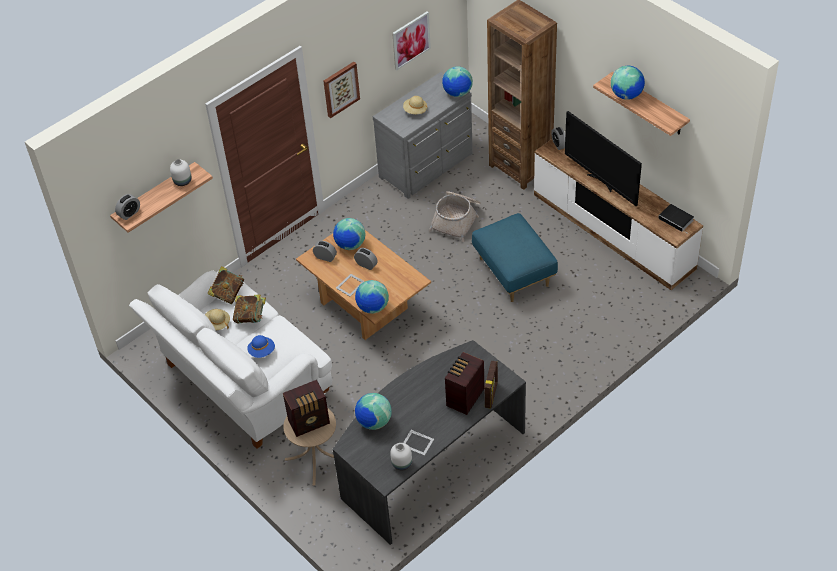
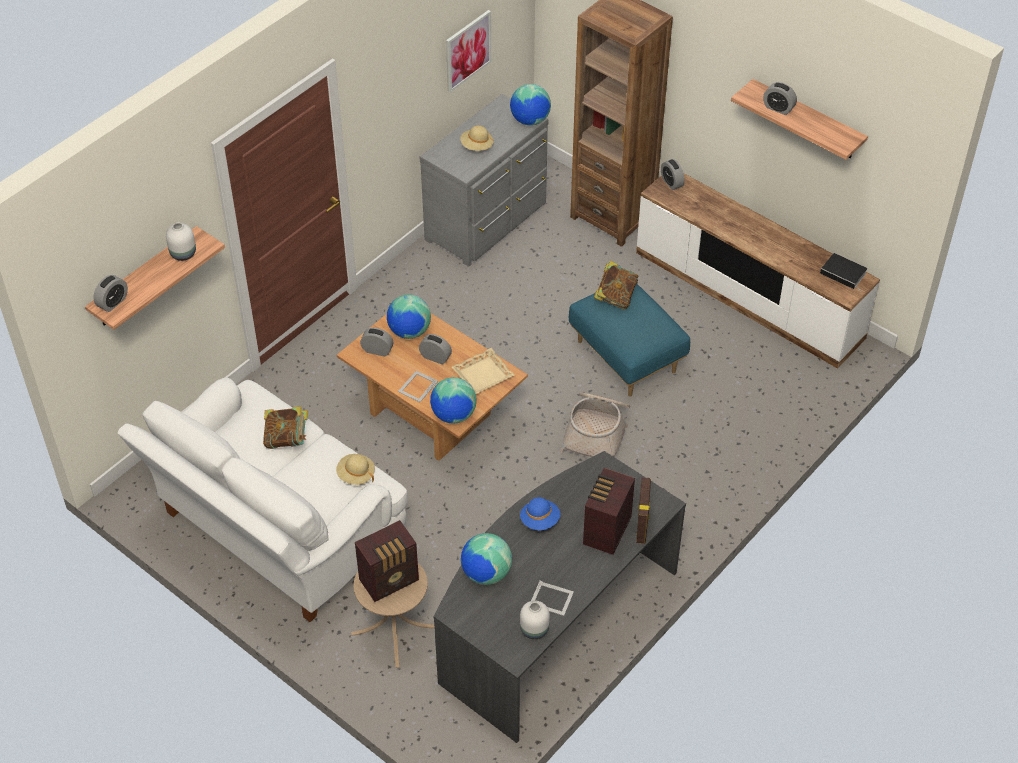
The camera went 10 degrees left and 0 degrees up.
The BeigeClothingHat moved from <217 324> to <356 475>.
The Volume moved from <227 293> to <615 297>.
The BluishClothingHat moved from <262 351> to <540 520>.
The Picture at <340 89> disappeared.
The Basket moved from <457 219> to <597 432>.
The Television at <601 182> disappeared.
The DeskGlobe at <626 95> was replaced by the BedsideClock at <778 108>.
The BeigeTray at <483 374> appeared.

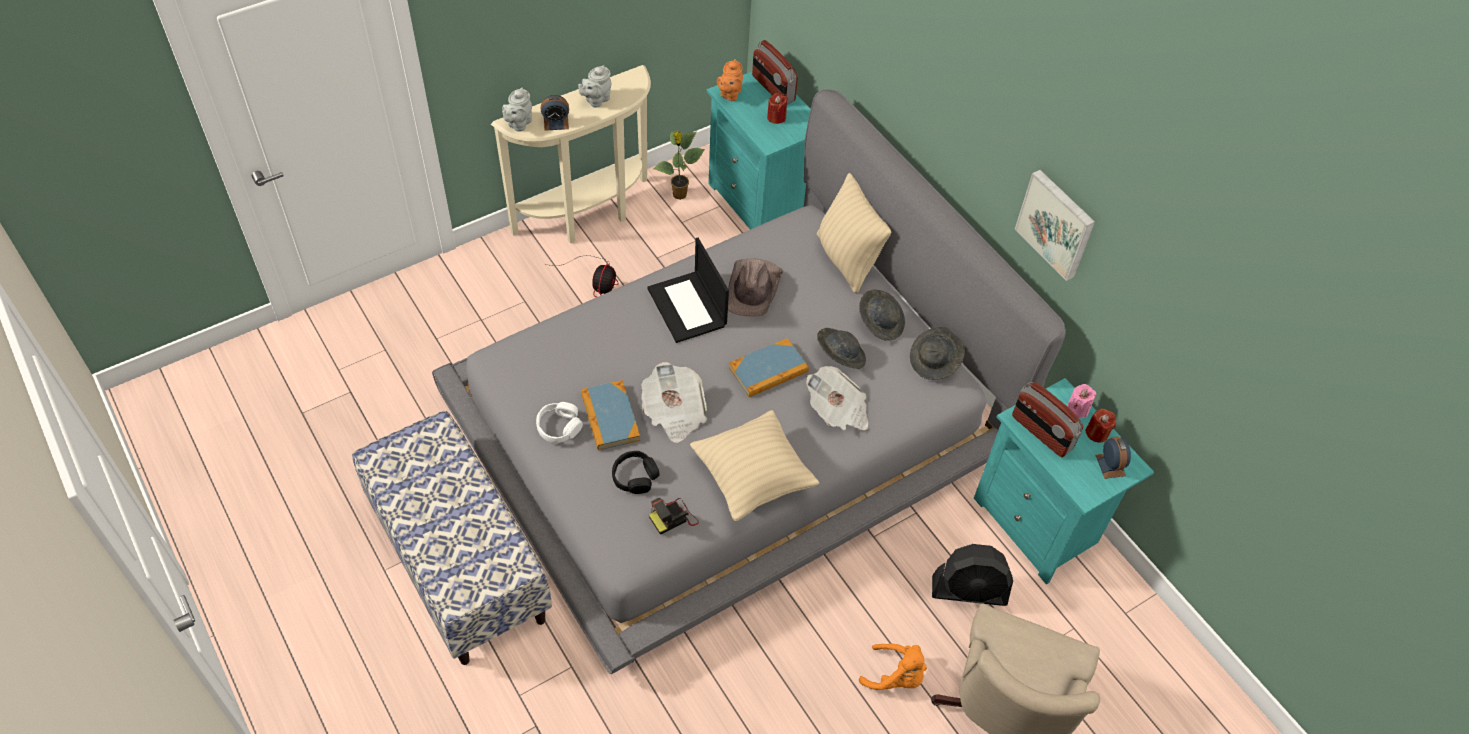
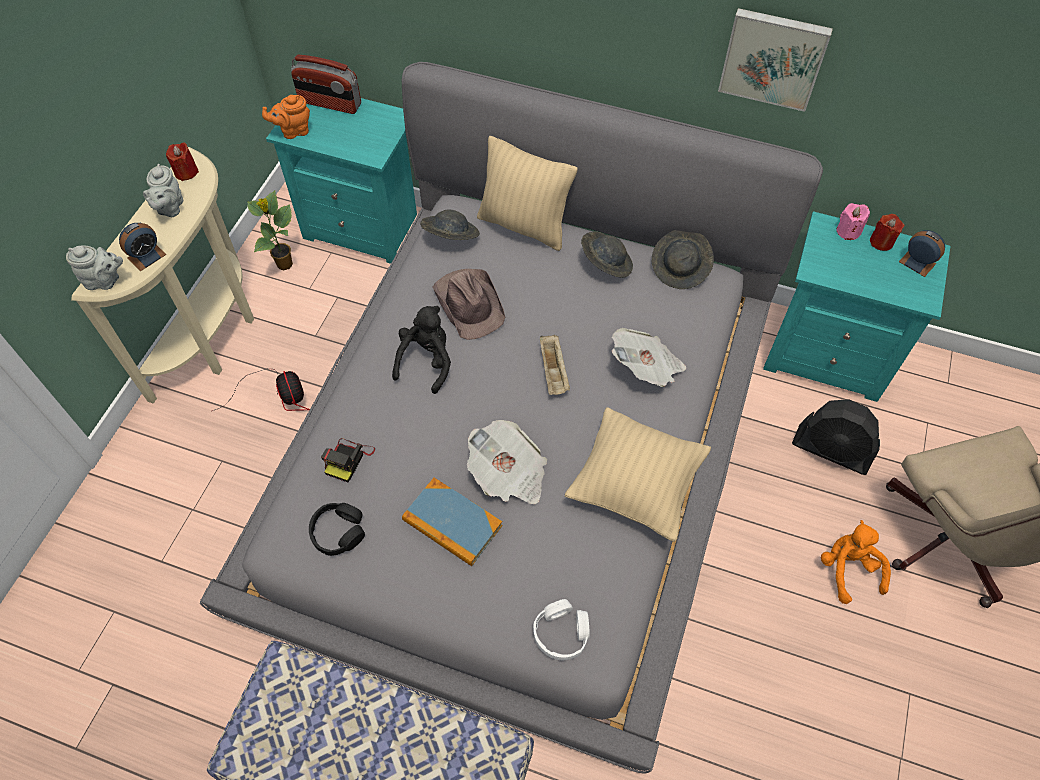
The camera went 35 degrees left and 5 degrees up.
The GreyishPotForTea at <518 124> turned 75 degrees counterclockwise.
The WhitishPairOfHeadphones moved from <559 427> to <561 633>.
The BlackColouredPairOfHeadphones moved from <635 476> to <338 532>.
The PortableComputer at <688 307> was replaced by the BlackColouredCuddlyToy at <426 361>.
The PhotoCamera moved from <673 518> to <348 459>.
The OrangeColouredPotForTea at <729 94> turned 90 degrees clockwise.
The Volume at <768 370> was replaced by the BeigeTray at <554 372>.
The RedWaxLight moved from <776 117> to <186 172>.
The GreyishClothingHat moved from <839 356> to <450 237>.
The OrangeColouredCuddlyToy at <895 676> turned 90 degrees counterclockwise.
The BlackColouredElectricFan at <969 591> turned 60 degrees clockwise.
The RadioSet at <1041 433> disappeared.

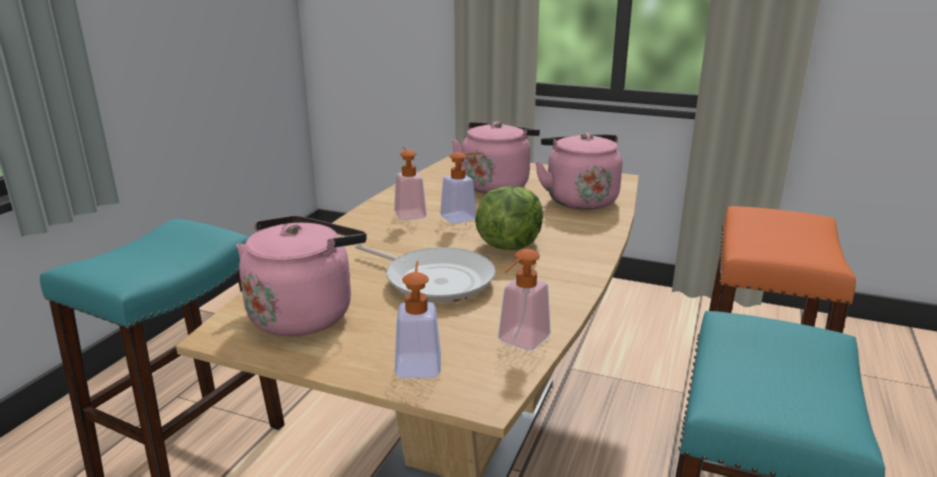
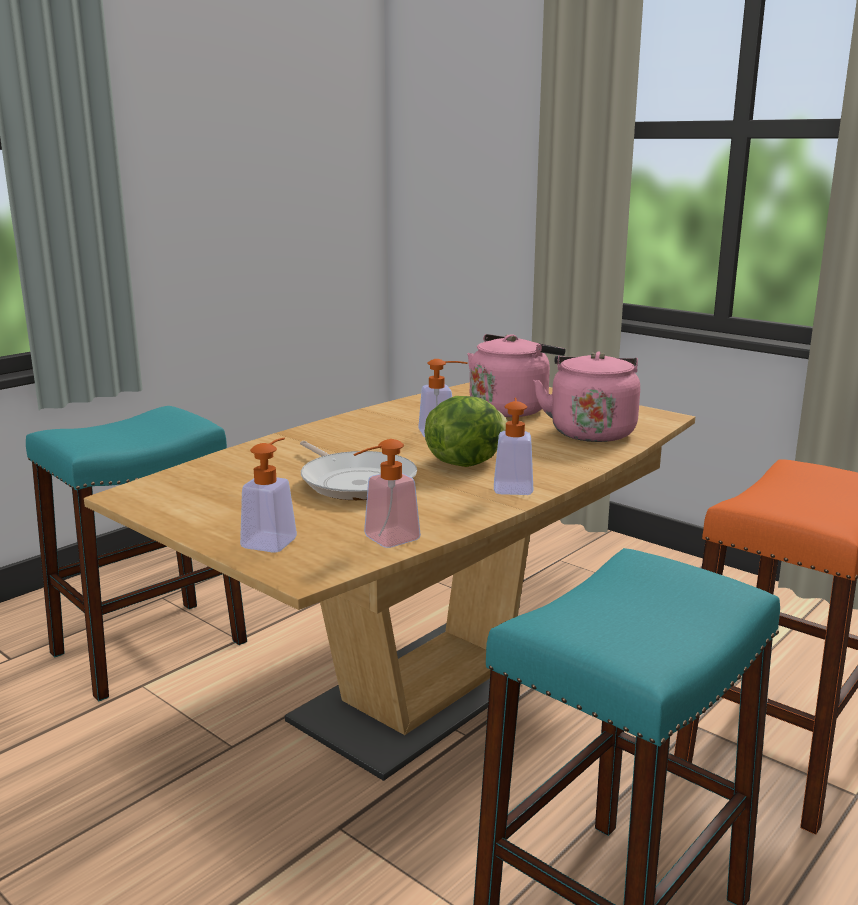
The camera went 20 degrees right and 5 degrees down.
The PinkTeaKettle at <304 313> disappeared.
The SoapBottle moved from <409 213> to <513 486>.

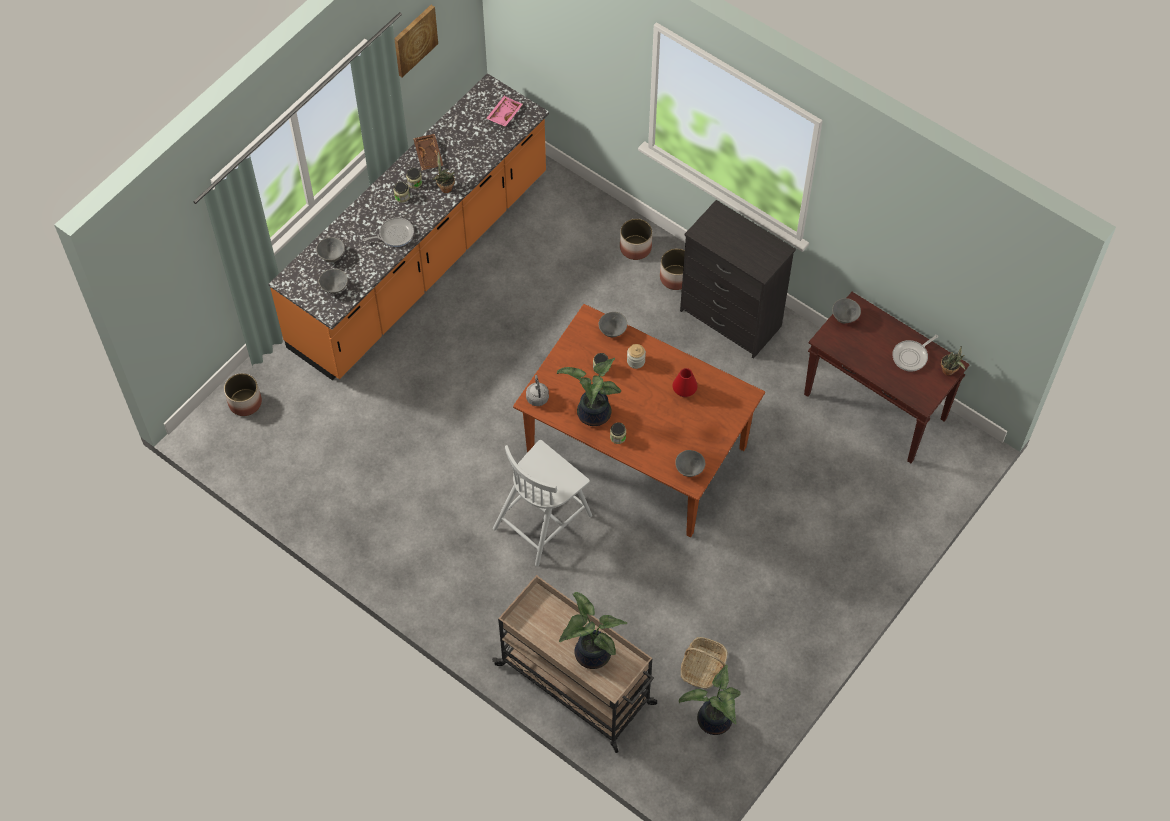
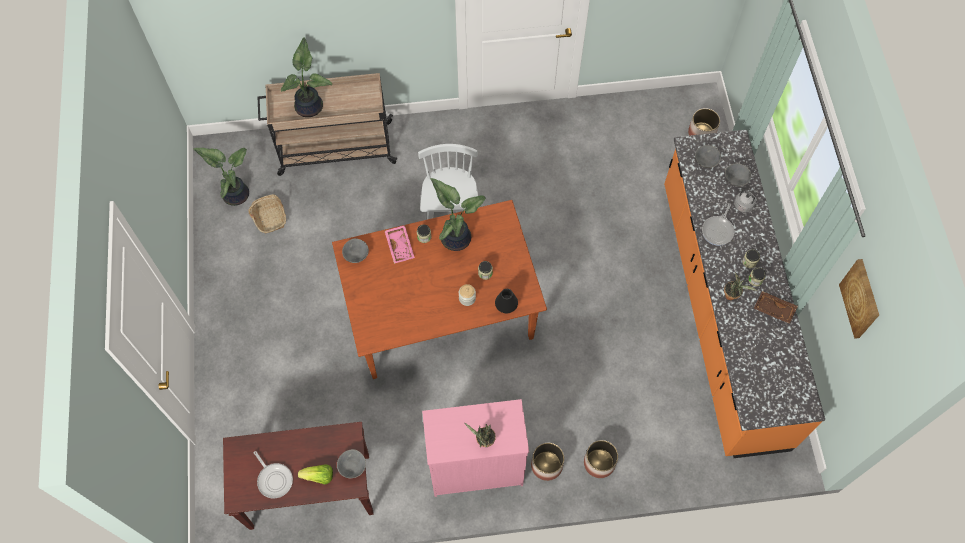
The camera went 135 degrees right and 5 degrees up.
The PinkTray moved from <504 114> to <400 246>.
The GreyishTeaKettle moved from <537 397> to <744 206>.
The GreyishBowl at <612 330> was replaced by the BlackColouredVase at <506 306>.
The RedVase at <684 390> disappeared.
The BlackColouredDresser at <731 319> became the PinkDresser at <475 467>.
The Skillet at <911 356> turned 135 degrees clockwise.
The PottedPlant moved from <950 371> to <483 441>.
The HeadOfLettuce at <319 476> appeared.

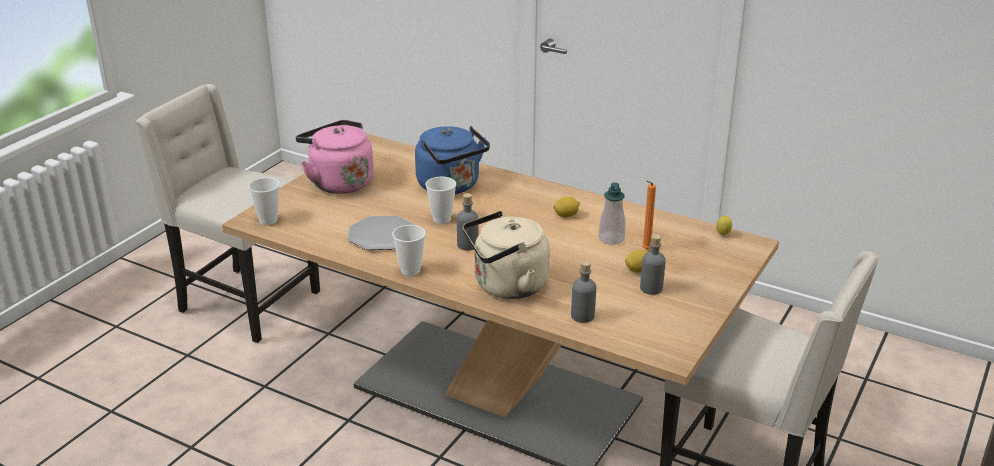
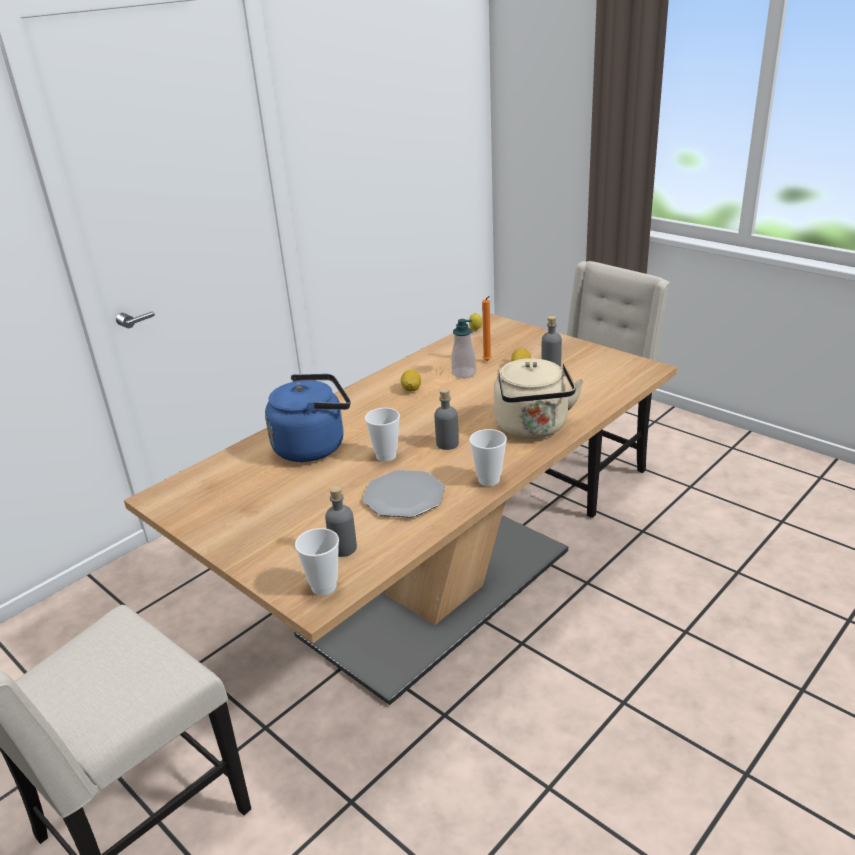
The camera went 75 degrees left and 0 degrees up.
The PinkTeaKettle at <339 182> disappeared.
The GreyishBeverageBottle moved from <582 316> to <343 548>.

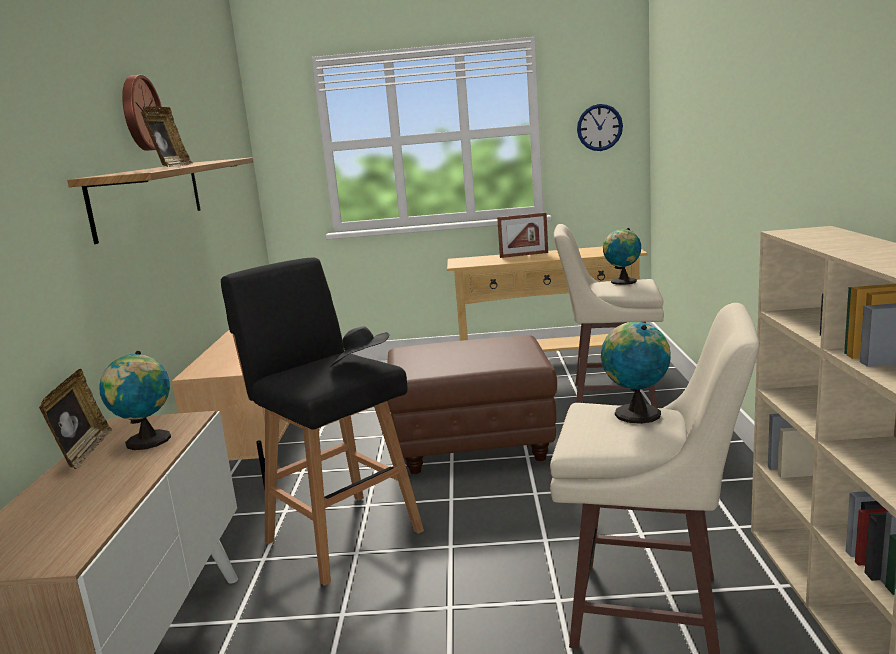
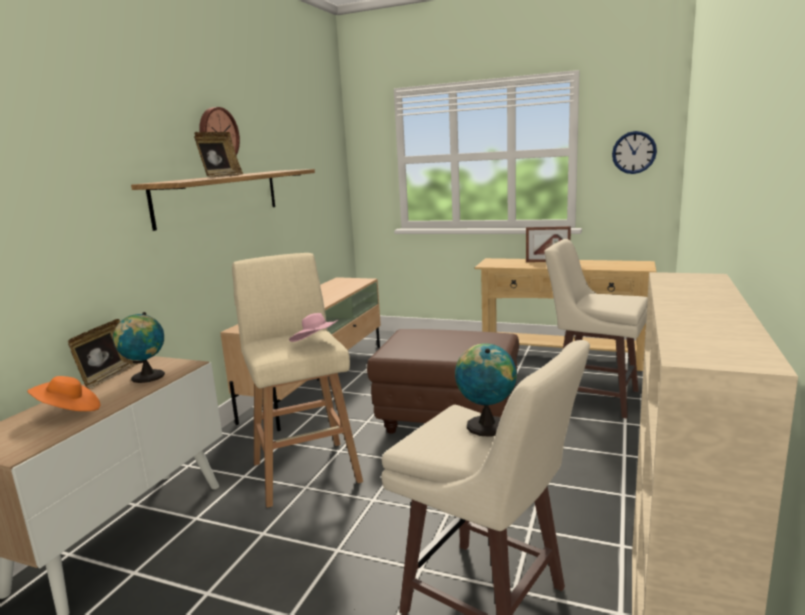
The camera went 20 degrees right and 0 degrees up.
The BlackColouredStoolSeat at <340 534> became the BeigeStoolSeat at <305 470>.
The BlackColouredClothingHat at <361 365> became the PinkClothingHat at <316 343>.
The DeskGlobe at <622 282> disappeared.
The OrangeColouredClothingHat at <69 411> appeared.

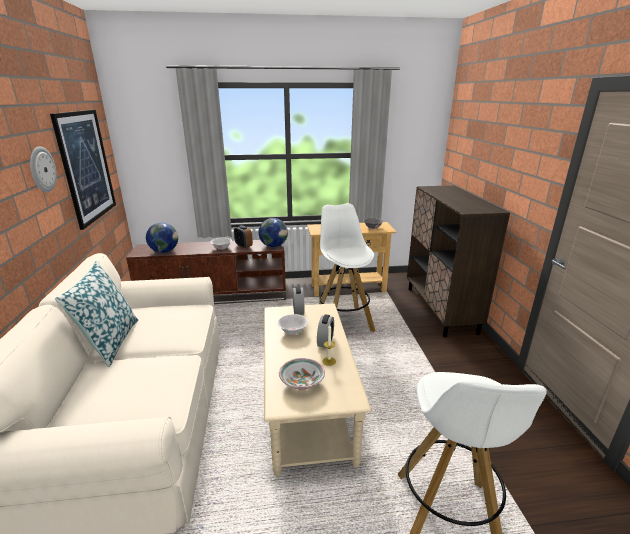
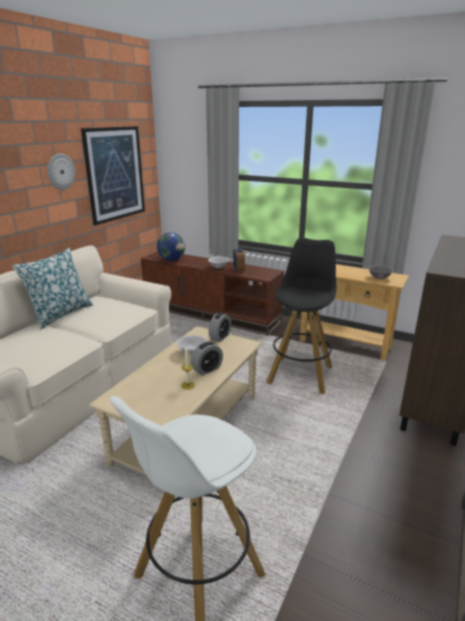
The camera went 35 degrees right and 0 degrees up.
The DeskGlobe at <273 246> disappeared.
The Bowl at <301 382> disappeared.
The WhitishStoolSeat at <343 322> became the BlackColouredStoolSeat at <300 374>.

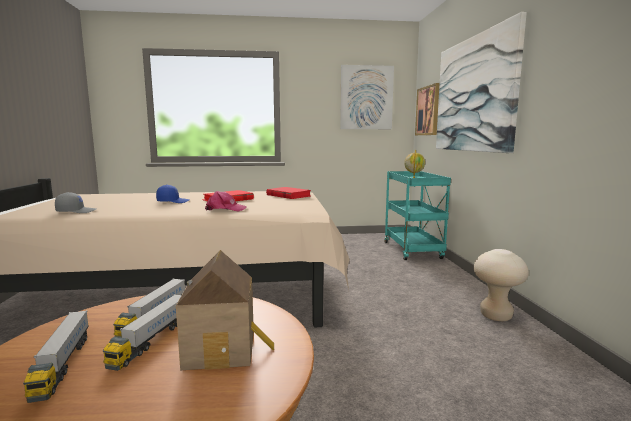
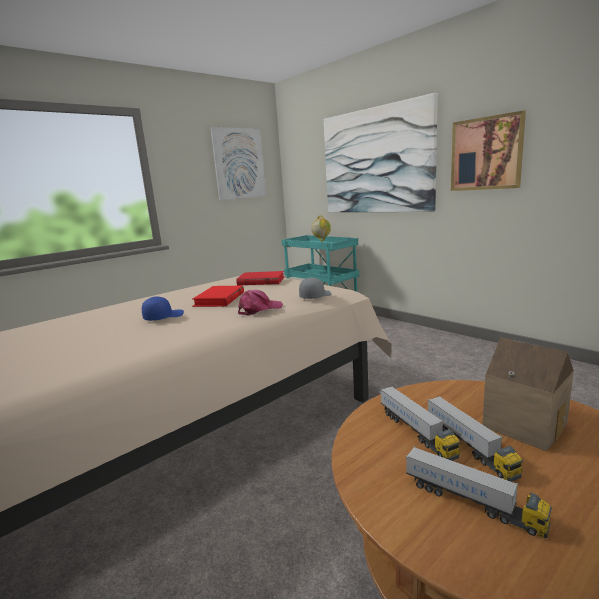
The camera went 35 degrees left and 5 degrees up.
The GreyishBaseballCap moved from <76 211> to <315 296>.
The Picture moved from <428 111> to <486 154>.
The BeigeStoolSeat at <496 316> disappeared.

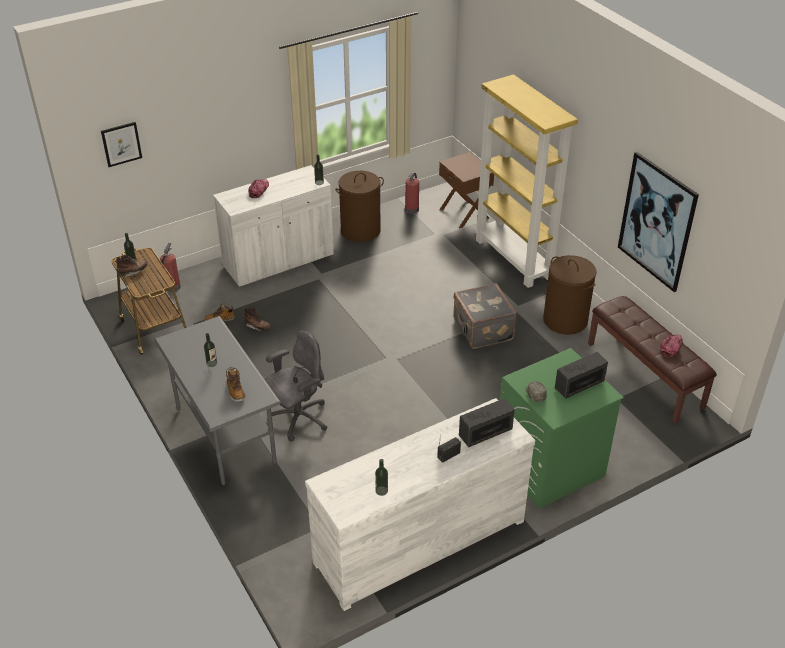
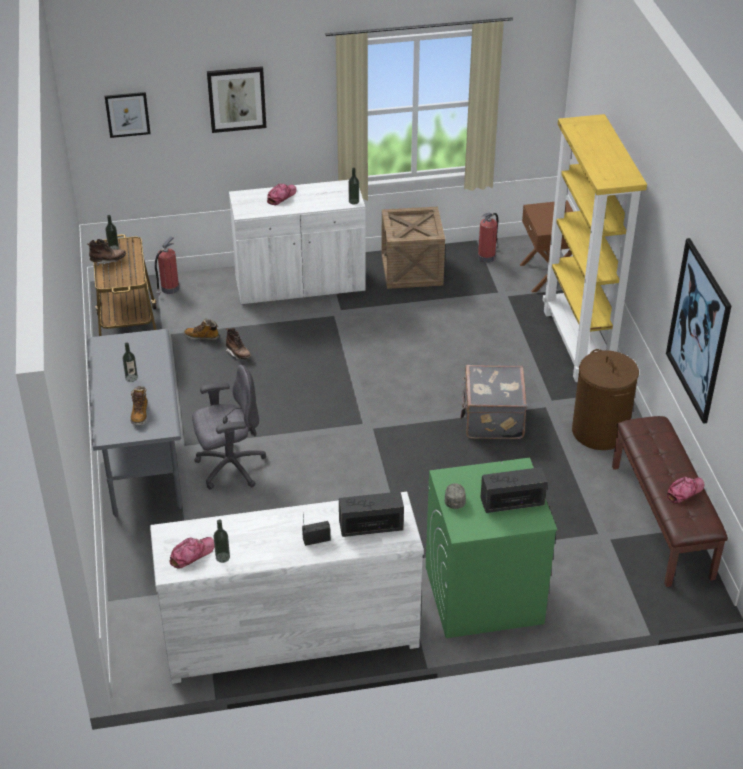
The camera went 20 degrees right and 0 degrees up.
The BrownishLaundryBasket at <360 231> was replaced by the ShippingCrate at <412 270>.
The BaseballCap at <191 554> appeared.
The Picture at <236 99> appeared.

